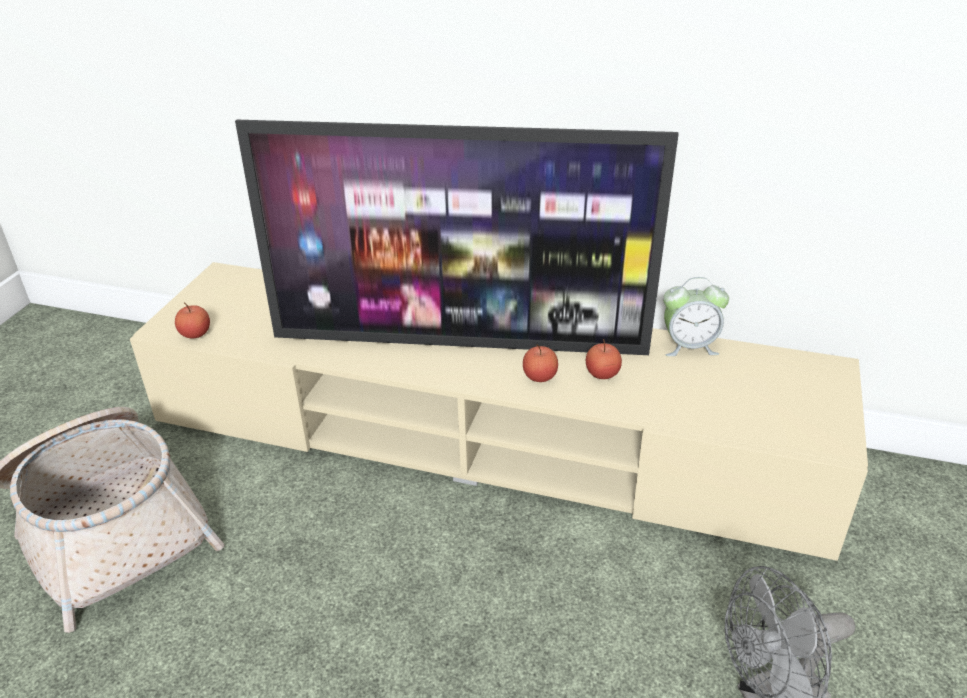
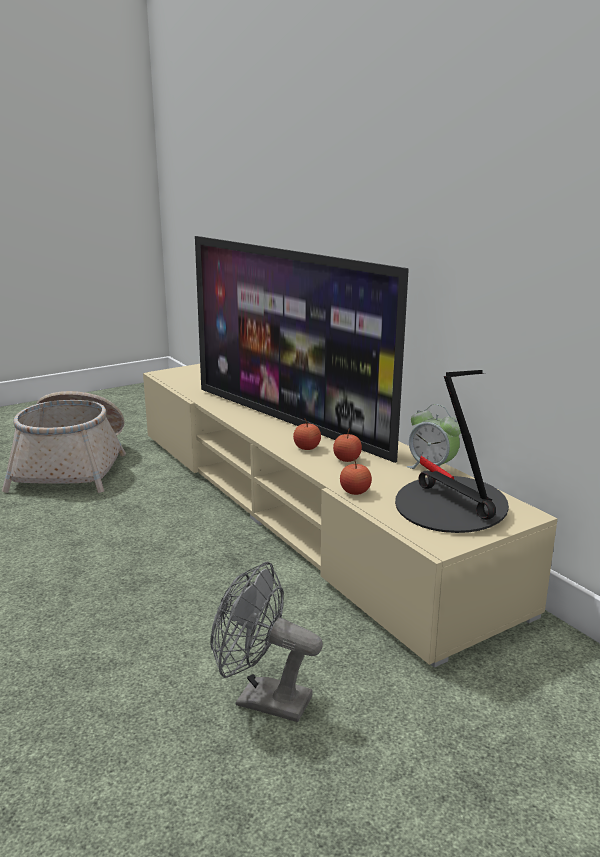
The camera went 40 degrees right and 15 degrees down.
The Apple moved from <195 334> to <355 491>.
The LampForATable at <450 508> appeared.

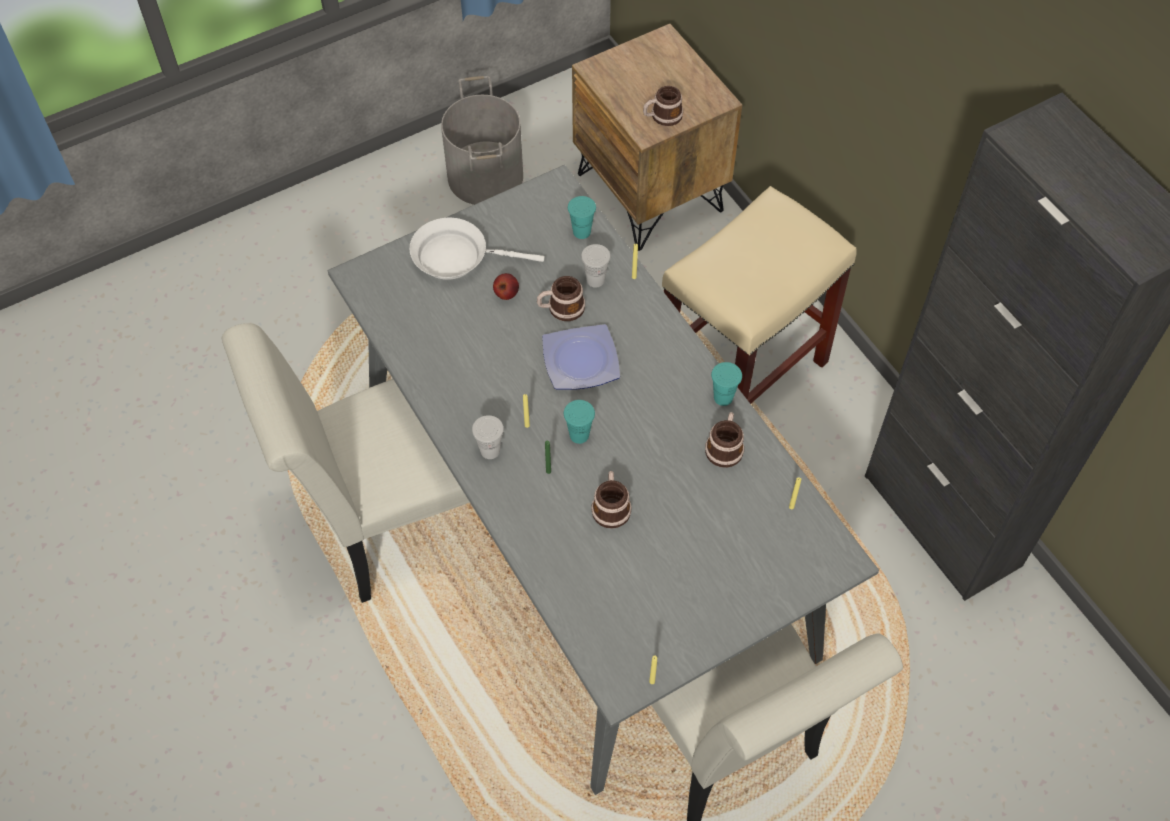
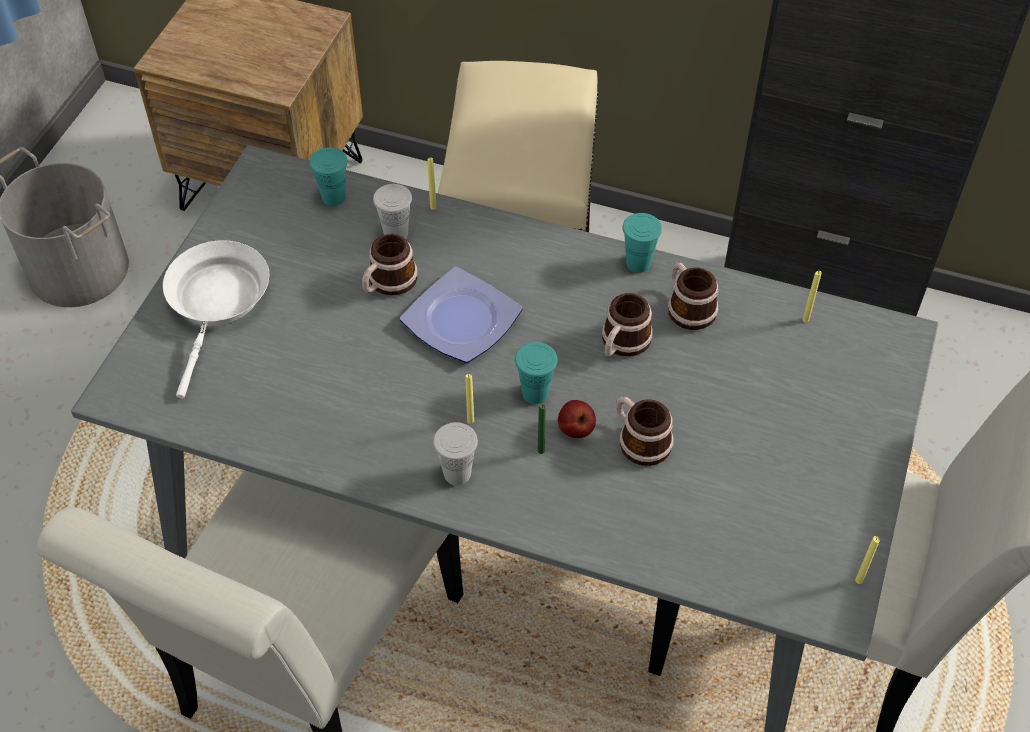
The camera went 40 degrees left and 5 degrees down.
The WhitishSkillet at <456 257> turned 135 degrees clockwise.
The Apple moved from <506 294> to <576 430>.
The TeaMug moved from <662 117> to <622 344>.

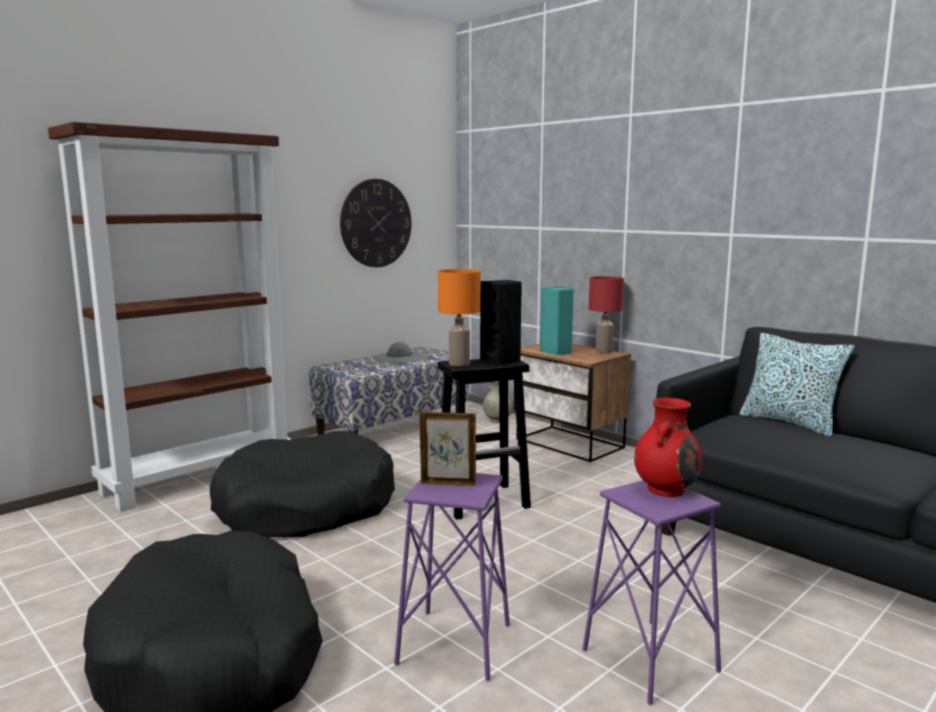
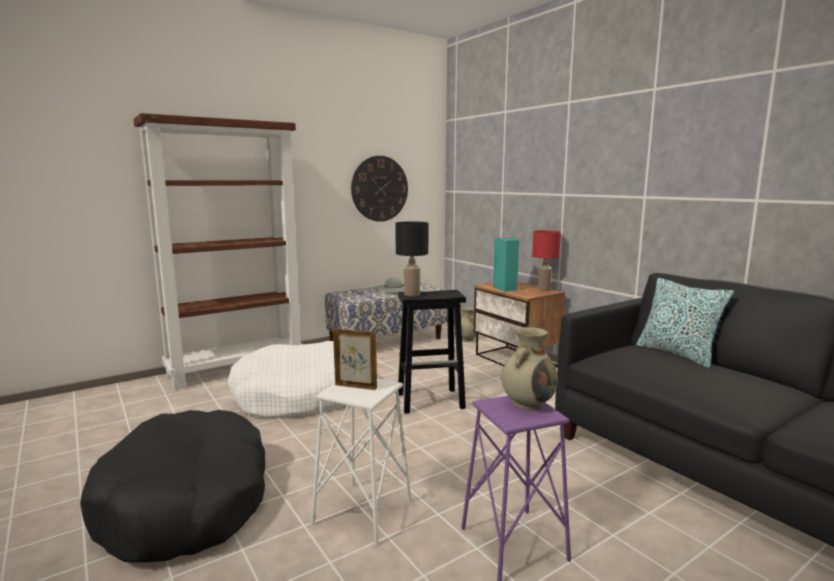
The camera went 10 degrees right and 0 degrees up.
The BlackColouredPetBed at <305 507> became the WhitishPetBed at <299 395>.
The PurpleStoolSeat at <454 644> became the WhitishStoolSeat at <362 512>.
The OrangeColouredLampForATable at <460 364> became the BlackColouredLampForATable at <412 294>.
The BlackColouredSpeaker at <501 360> disappeared.
The RedVase at <666 489> became the BeigeVase at <528 403>.

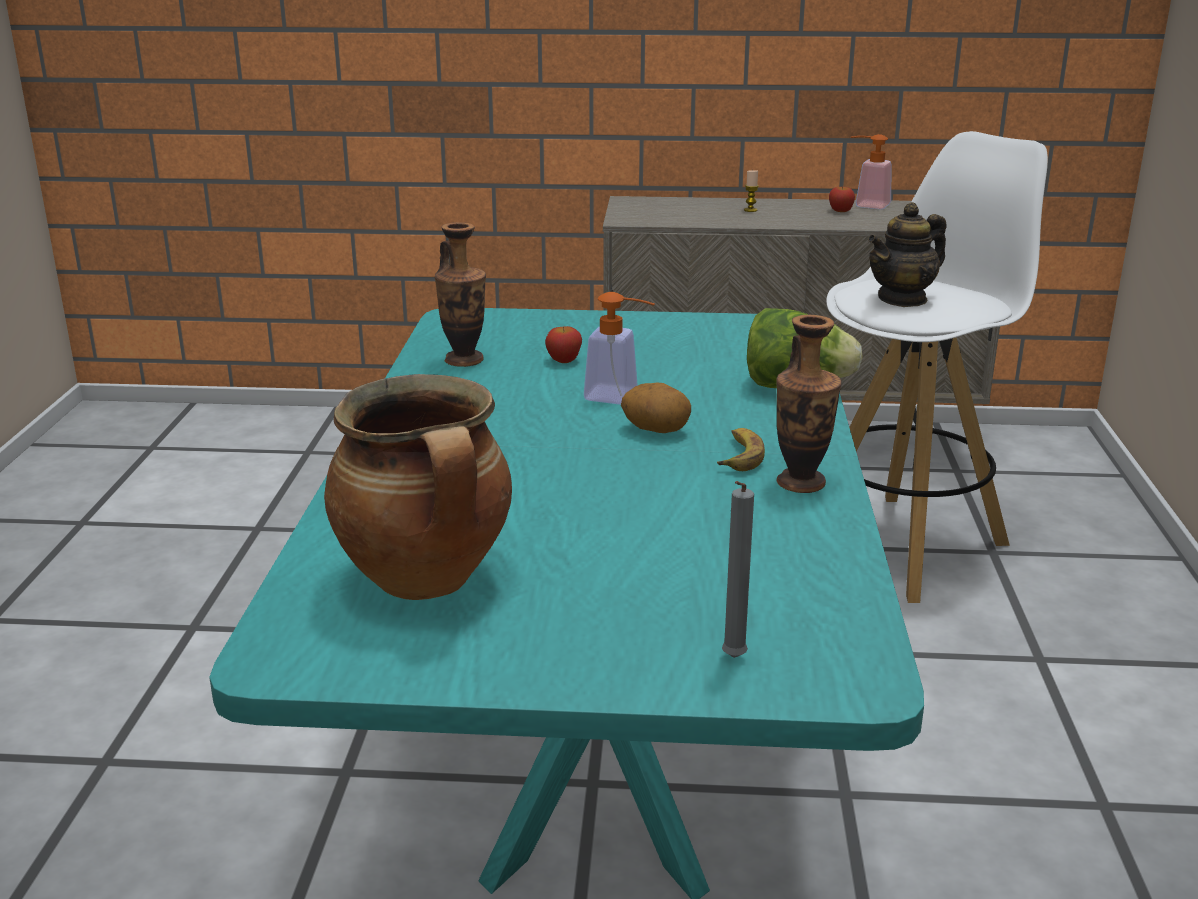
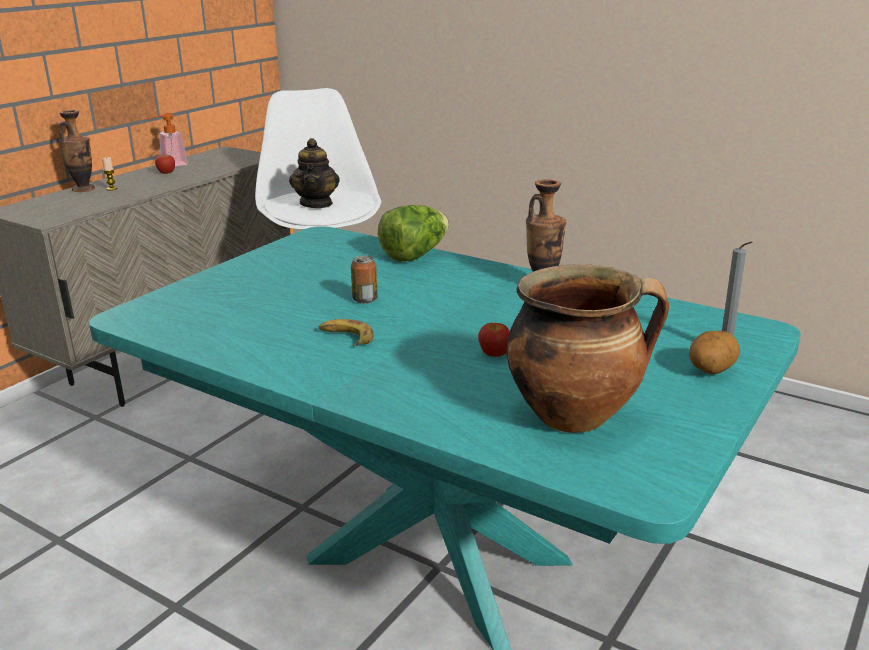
The camera went 60 degrees left and 0 degrees up.
The Vase moved from <464 360> to <83 189>.
The Apple moved from <564 360> to <494 354>.
The SoapBottle at <620 397> was replaced by the MetalCan at <365 300>.
The Potato moved from <656 430> to <711 370>.
The Banana moved from <739 456> to <346 337>.

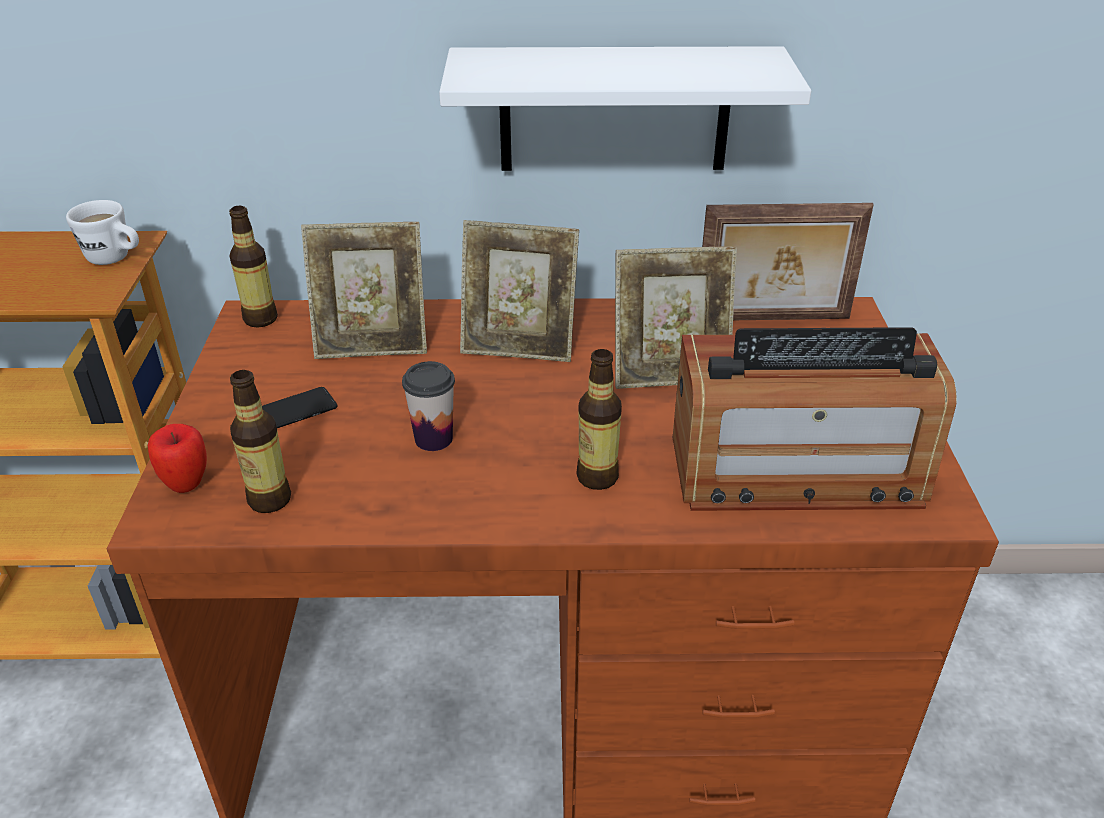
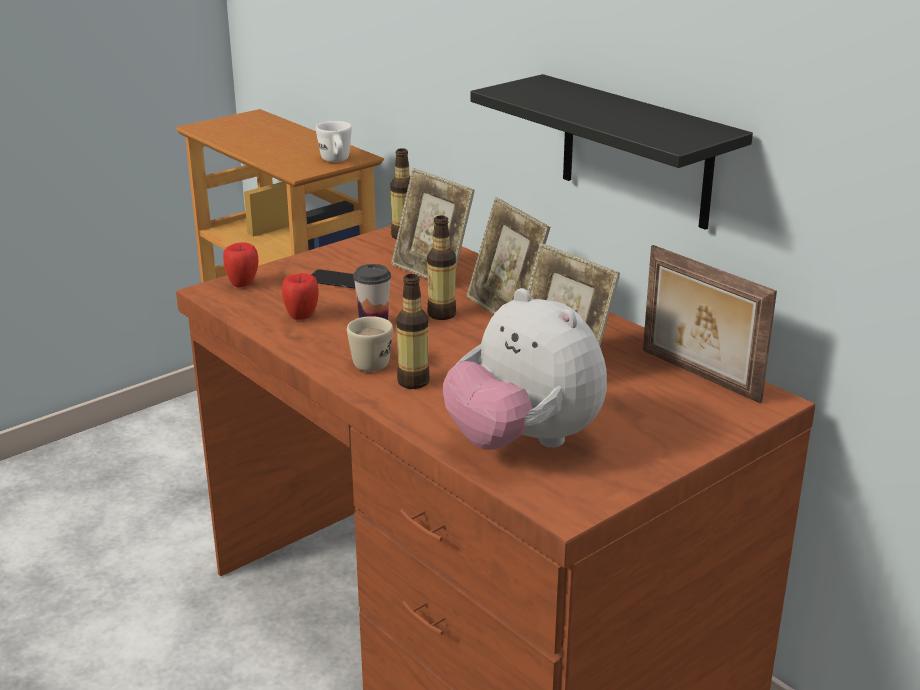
The camera went 50 degrees right and 10 degrees down.
The BeverageBottle moved from <270 500> to <441 314>.
The WhitishBracketShelf at <614 109> became the BlackColouredBracketShelf at <636 152>.
The RadioSet at <795 471> was replaced by the CuddlyToy at <523 442>.
The Apple at <301 317> appeared.
The BeigeTeaMug at <371 361> appeared.

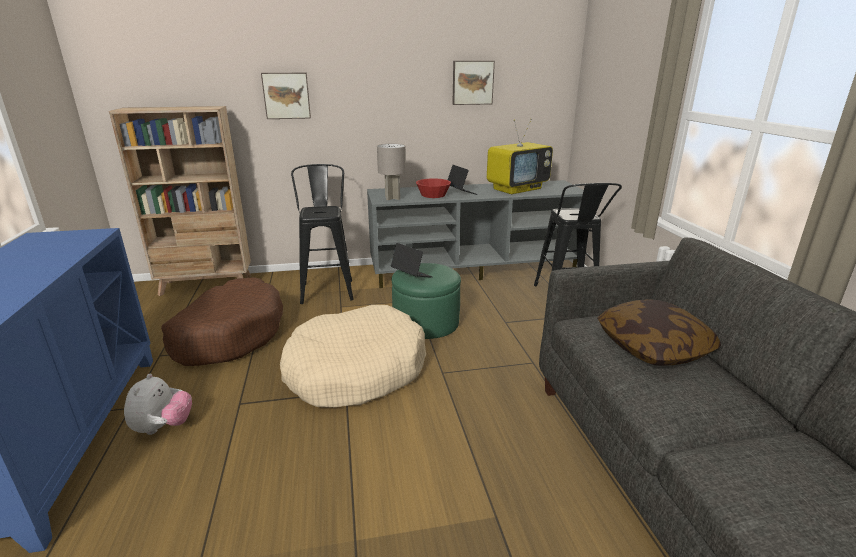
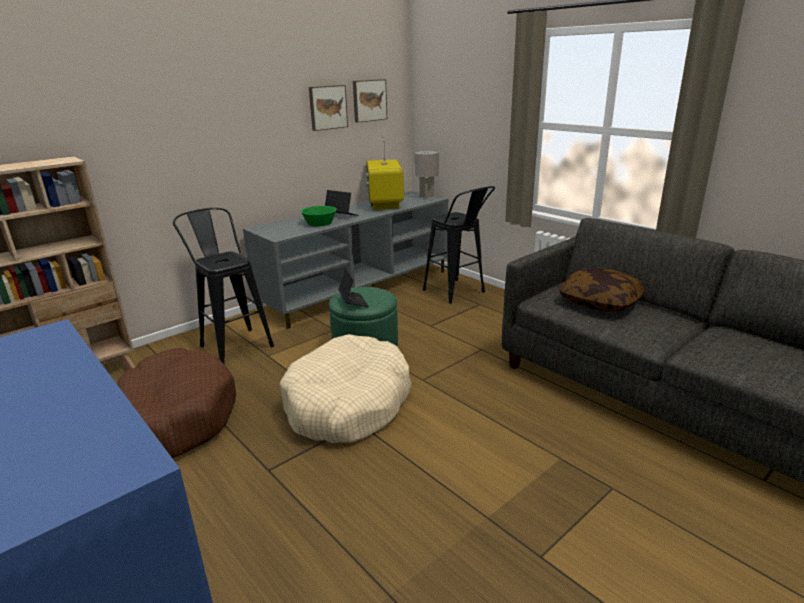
The camera went 30 degrees left and 0 degrees up.
The CuddlyToy at <163 427> disappeared.
The Picture moved from <286 95> to <369 100>.
The GreyishLampForATable moved from <392 198> to <426 197>.
The PortableComputer at <411 275> turned 60 degrees clockwise.
The RedBowl at <433 195> became the GreenishBowl at <319 223>.
The Television at <517 188> turned 150 degrees clockwise.

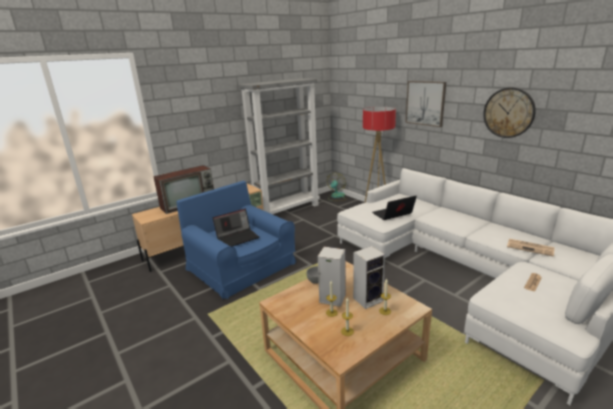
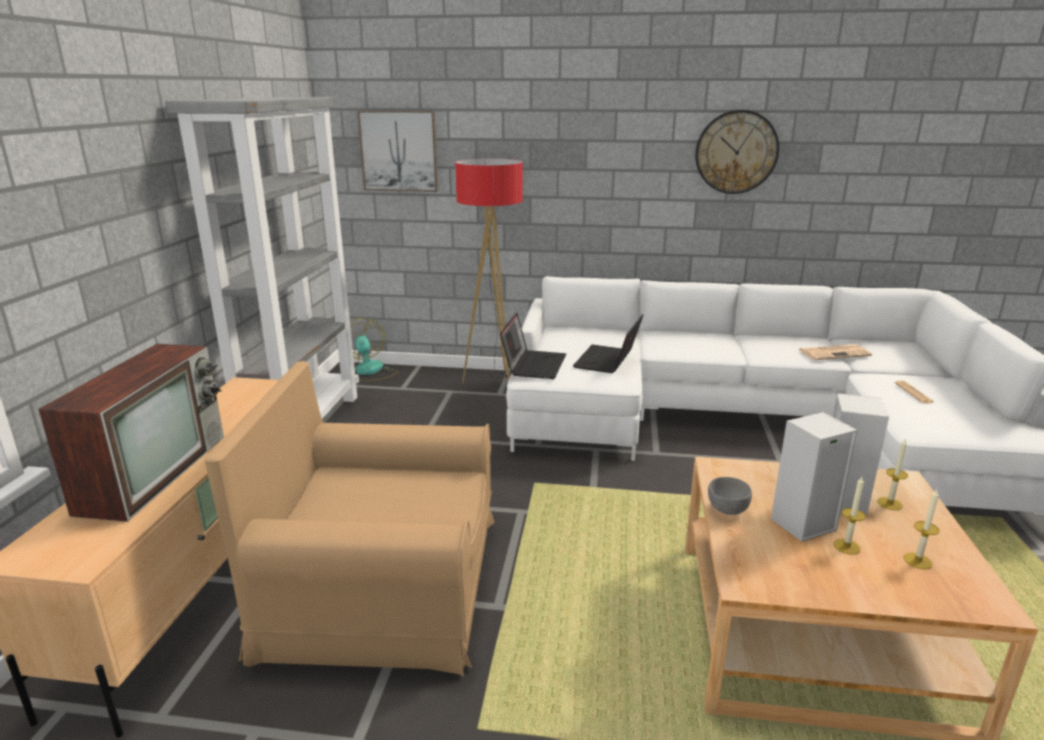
The camera went 45 degrees left and 0 degrees up.
The BluishEasyChair at <241 266> became the BrownishEasyChair at <383 584>.
The PortableComputer moved from <237 237> to <533 364>.
The Picture moved from <425 103> to <399 151>.

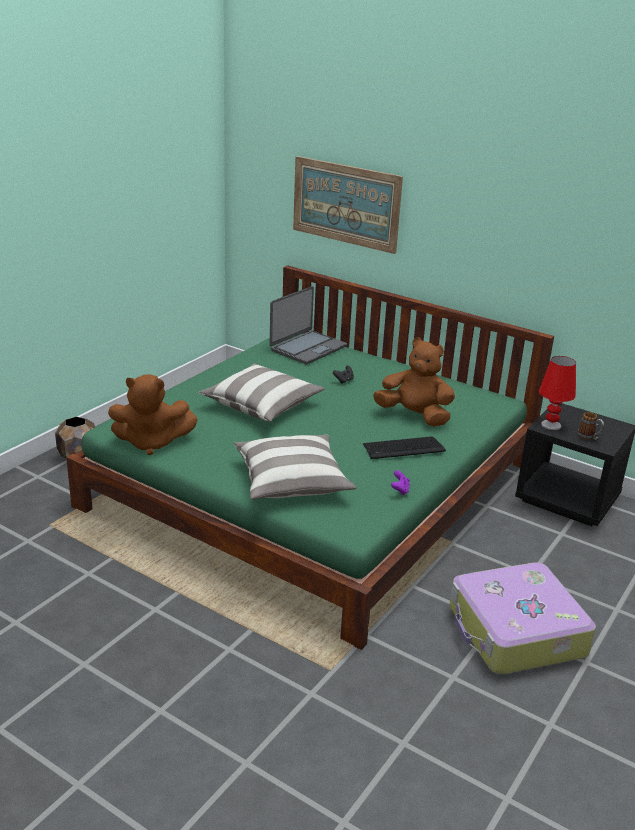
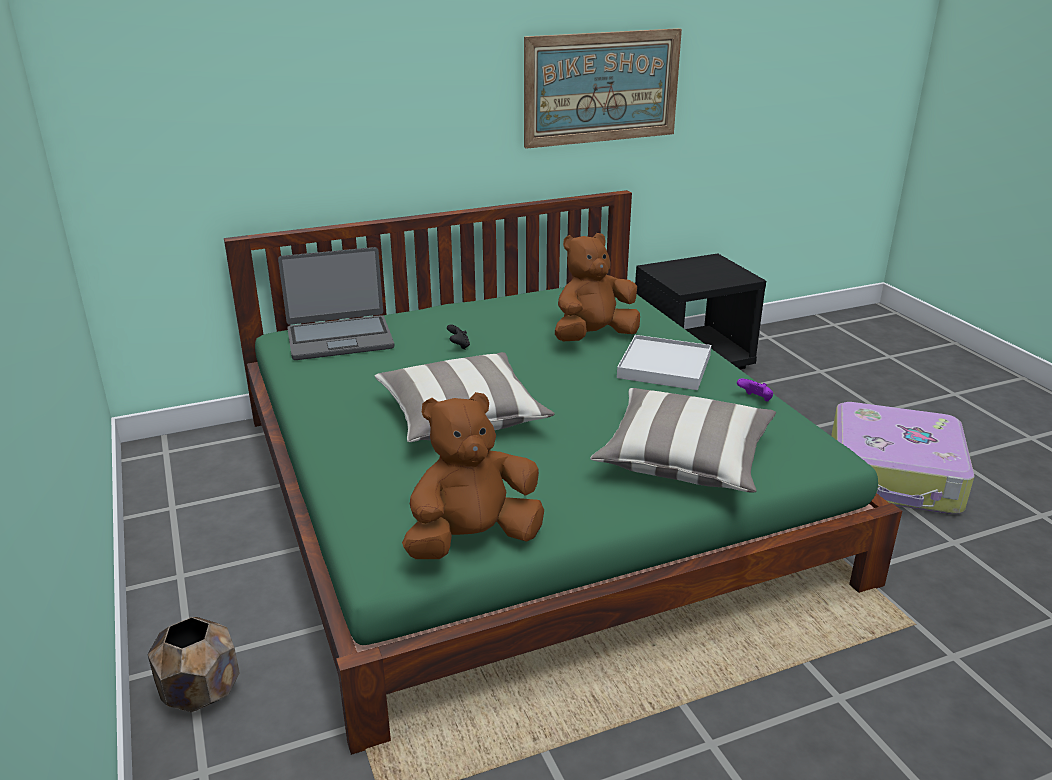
The camera went 55 degrees left and 0 degrees up.
The BrownishCuddlyToy at <151 442> turned 150 degrees counterclockwise.
The PortableComputer at <307 348> turned 90 degrees clockwise.
The Picture moved from <346 204> to <602 87>.
The PcKeyboard at <403 449> was replaced by the WhitishTray at <664 367>.
The RedLampForATable at <551 425> disappeared.
The TeaMug at <589 437> disappeared.

